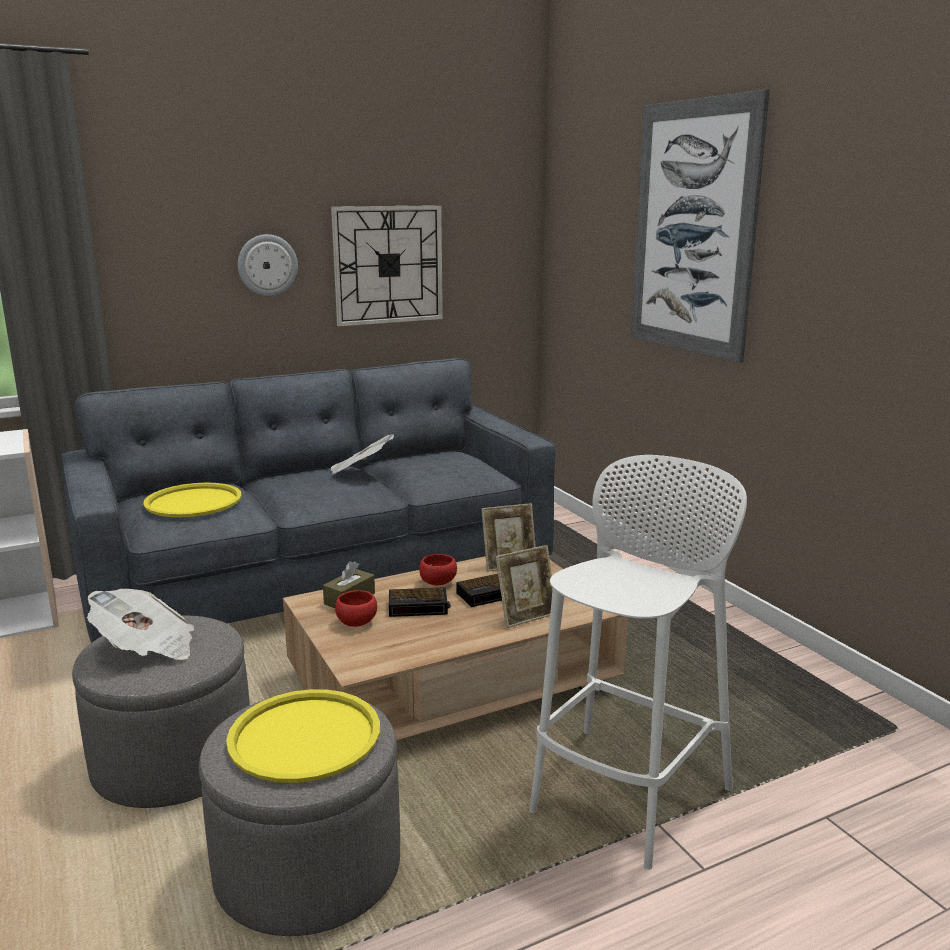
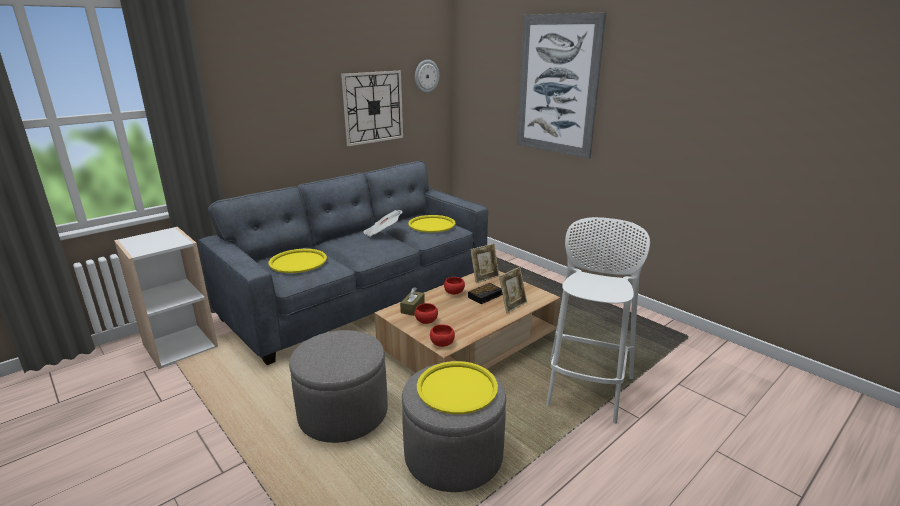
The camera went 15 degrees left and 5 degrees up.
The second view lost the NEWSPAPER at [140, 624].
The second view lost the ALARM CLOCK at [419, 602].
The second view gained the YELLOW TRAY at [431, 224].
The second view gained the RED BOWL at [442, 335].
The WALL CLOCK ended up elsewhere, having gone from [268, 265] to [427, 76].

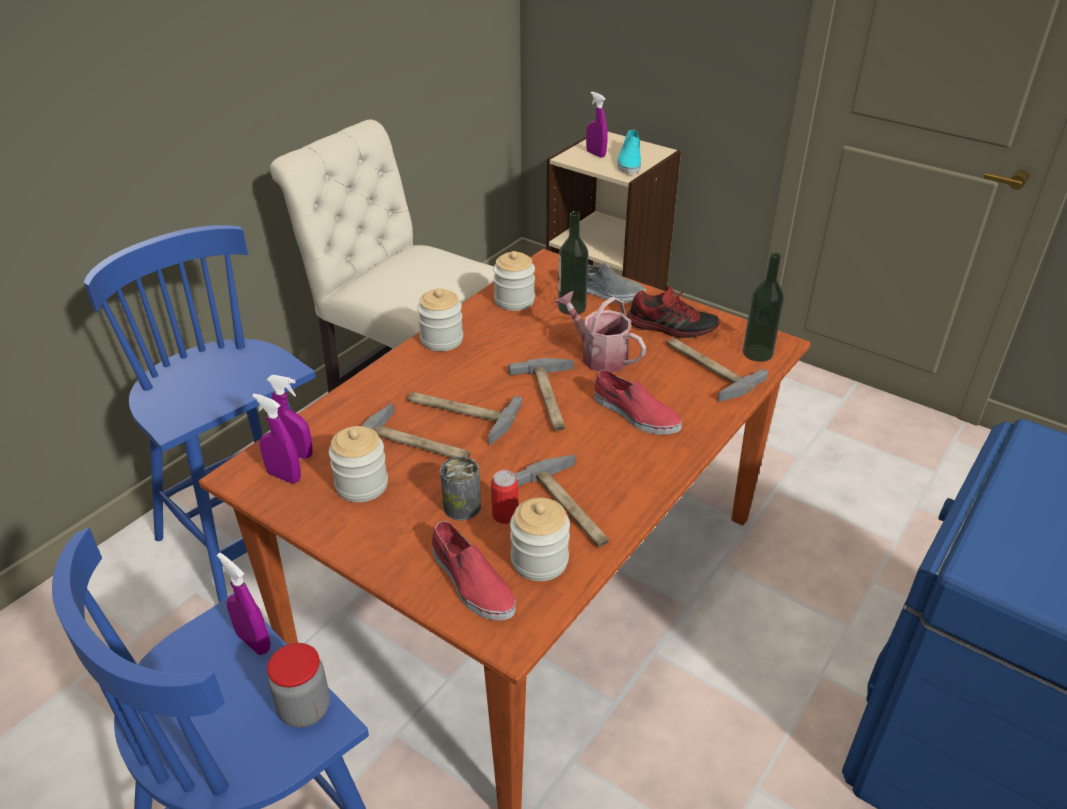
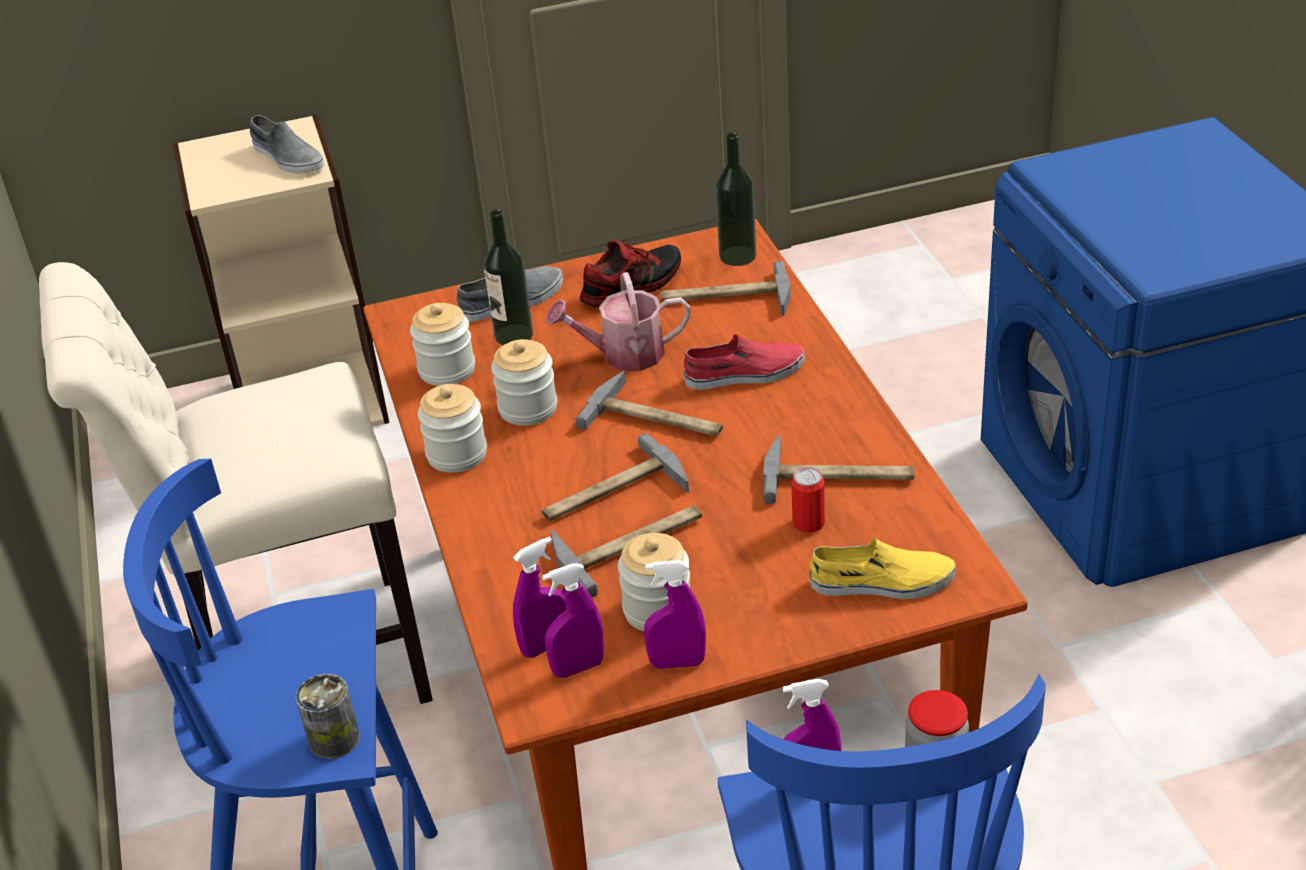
The camera went 50 degrees left and 0 degrees up.
The CAN ended up elsewhere, having gone from [460, 488] to [328, 716].
The JAR ended up elsewhere, having gone from [540, 539] to [524, 382].
The PURPLE SPRAY BOTTLE ended up elsewhere, having gone from [597, 125] to [675, 614].
What was the RED SHOE at [474, 570] turned into the YELLOW SHOE at [883, 568].
What was the TURQUOISE SHOE at [629, 152] turned into the GREY SHOE at [287, 144].

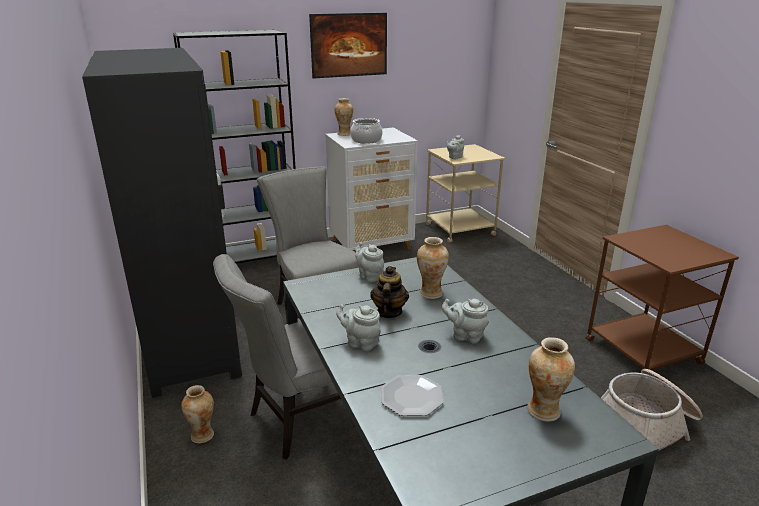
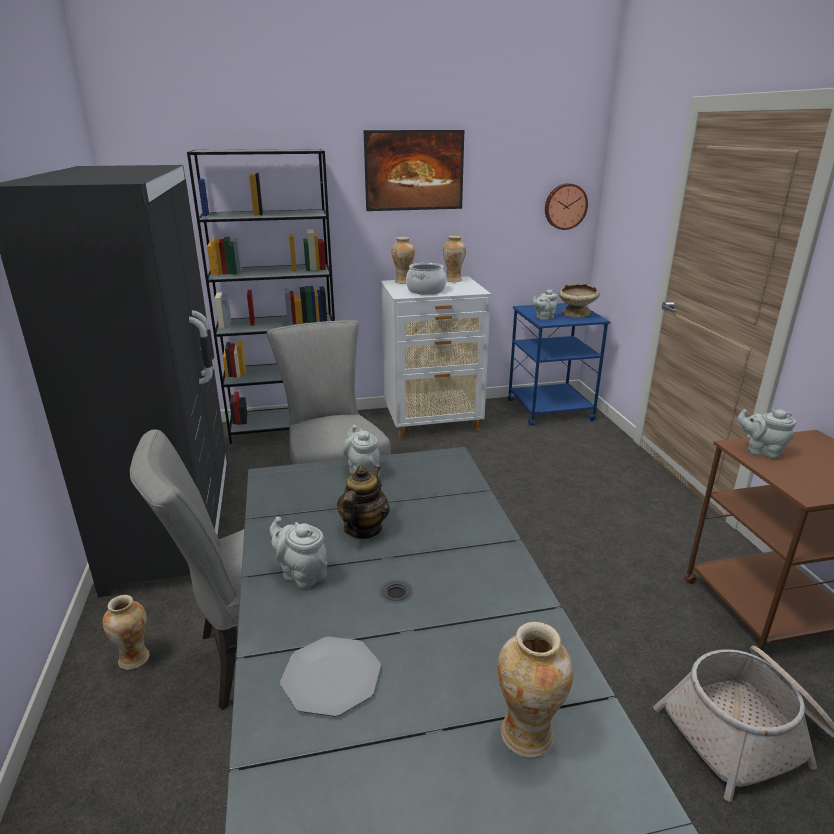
The camera went 10 degrees right and 0 degrees up.
The second view gained the WALL CLOCK at [566, 206].
The second view gained the BEIGE BOWL at [579, 301].
The VASE ended up elsewhere, having gone from [433, 268] to [454, 259].
The GREY TEAPOT ended up elsewhere, having gone from [465, 321] to [766, 434].
What was the BEIGE CART at [465, 193] turned into the BLUE CART at [558, 364].

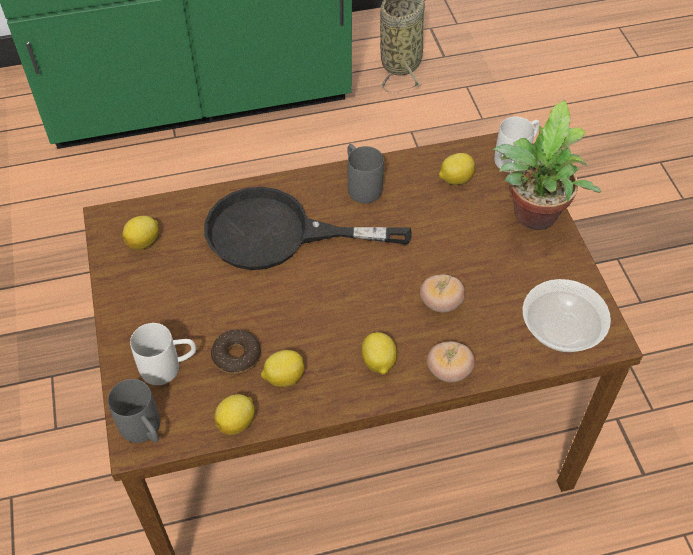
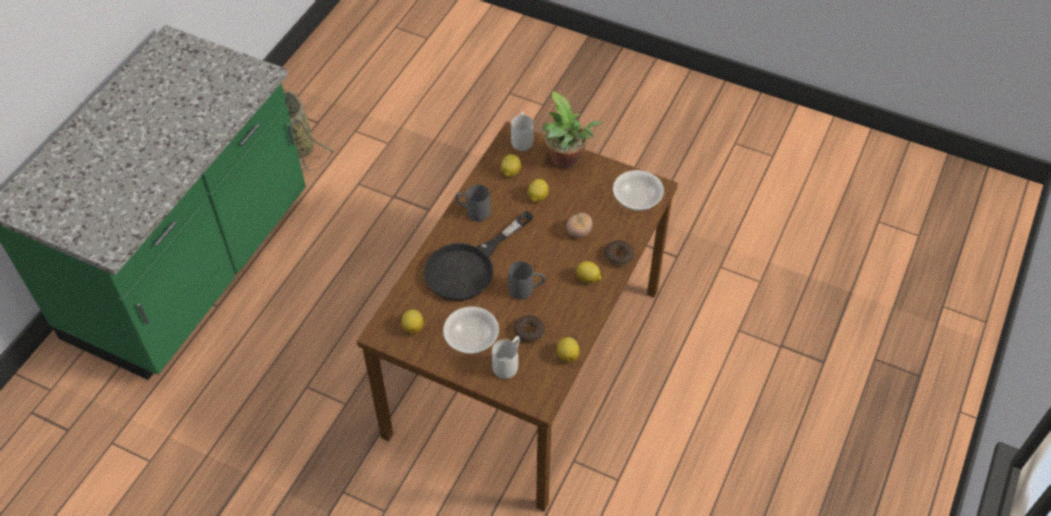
The camera went 50 degrees left and 0 degrees up.
The second view gained the BOWL at [471, 330].
The GREY MUG ended up elsewhere, having gone from [134, 411] to [526, 280].
The LEMON ended up elsewhere, having gone from [283, 368] to [538, 190].
Where the TOMATO stood at [451, 361], the DONUT came to stand at [619, 253].

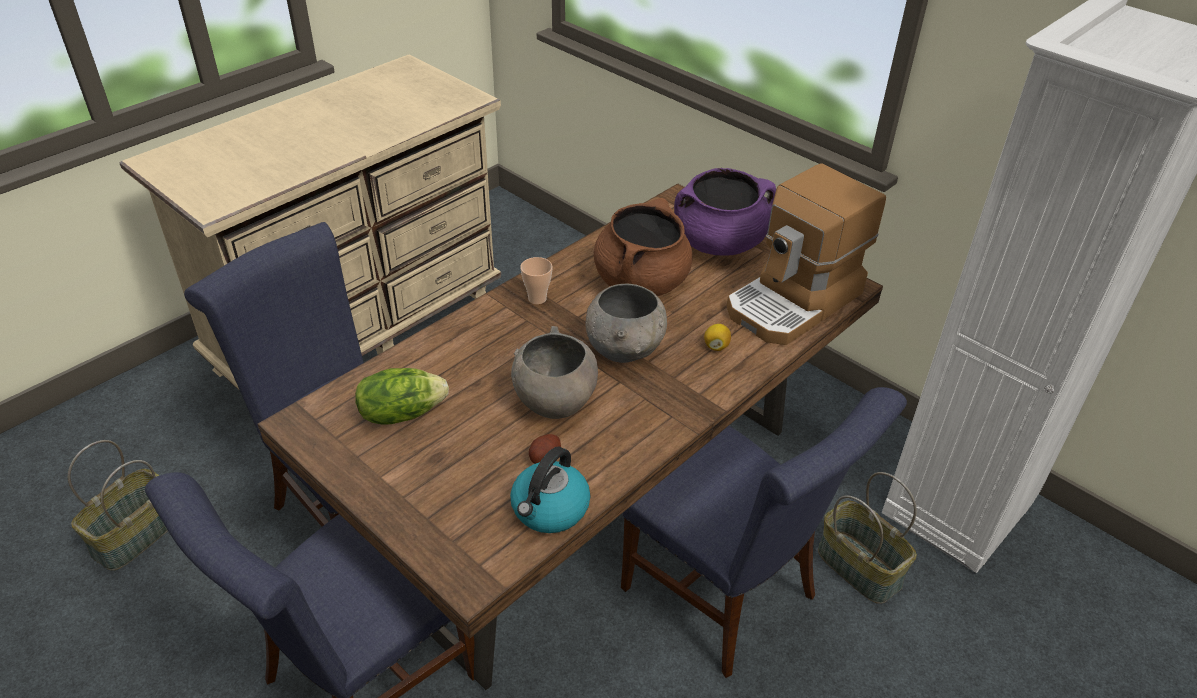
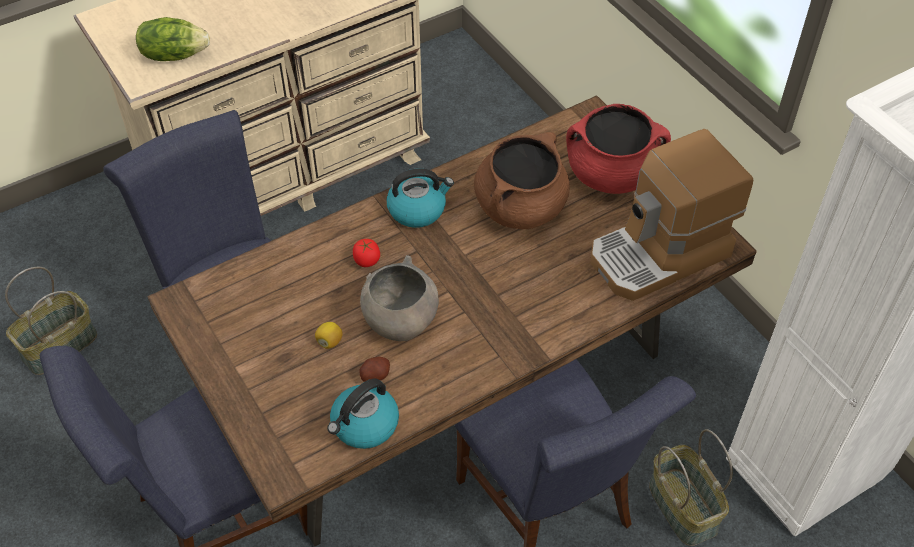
The camera went 15 degrees right and 10 degrees up.
The second view lost the GREY BOWL at [626, 323].
The second view gained the TOMATO at [366, 253].
The LETTUCE ended up elsewhere, having gone from [402, 396] to [173, 39].
The LEMON ended up elsewhere, having gone from [717, 337] to [329, 335].
Where the CUP stood at [536, 280], the KETTLE came to stand at [420, 198].
What was the PURPLE COOKING POT at [725, 212] turned into the RED COOKING POT at [618, 149].

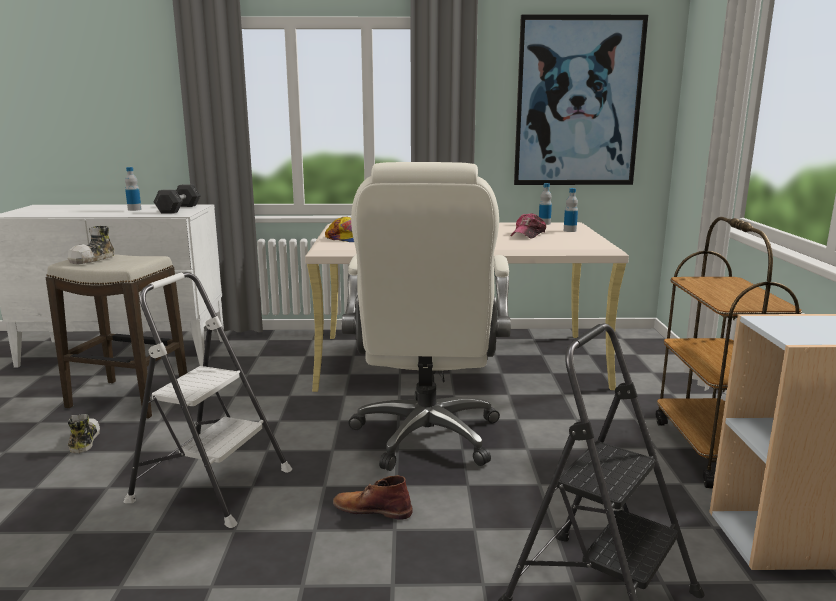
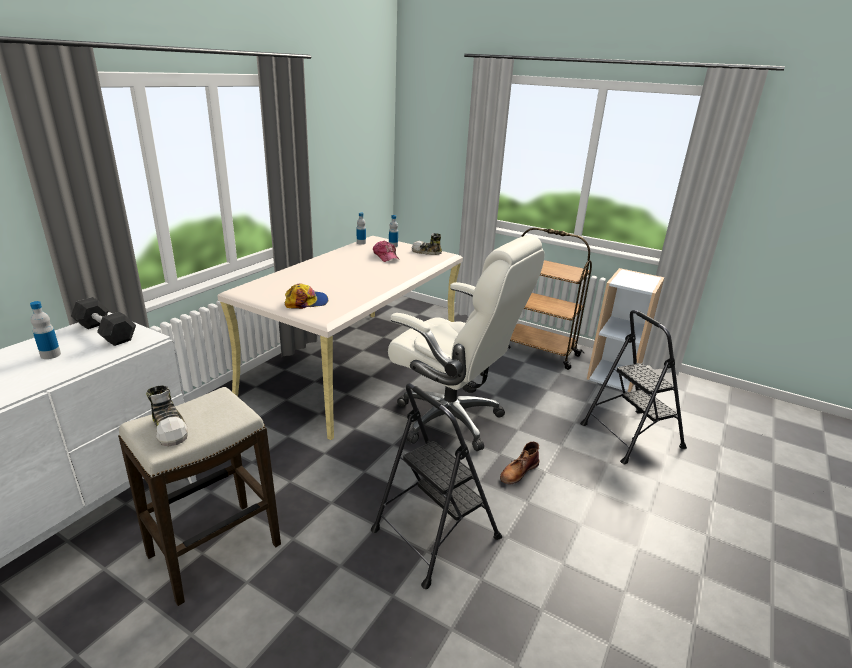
The camera went 60 degrees left and 10 degrees up.
The second view lost the PICTURE at [581, 99].
The SHOE ended up elsewhere, having gone from [84, 433] to [427, 244].
What was the WHITE STEP LADDER at [207, 400] turned into the BLACK STEP LADDER at [436, 486].

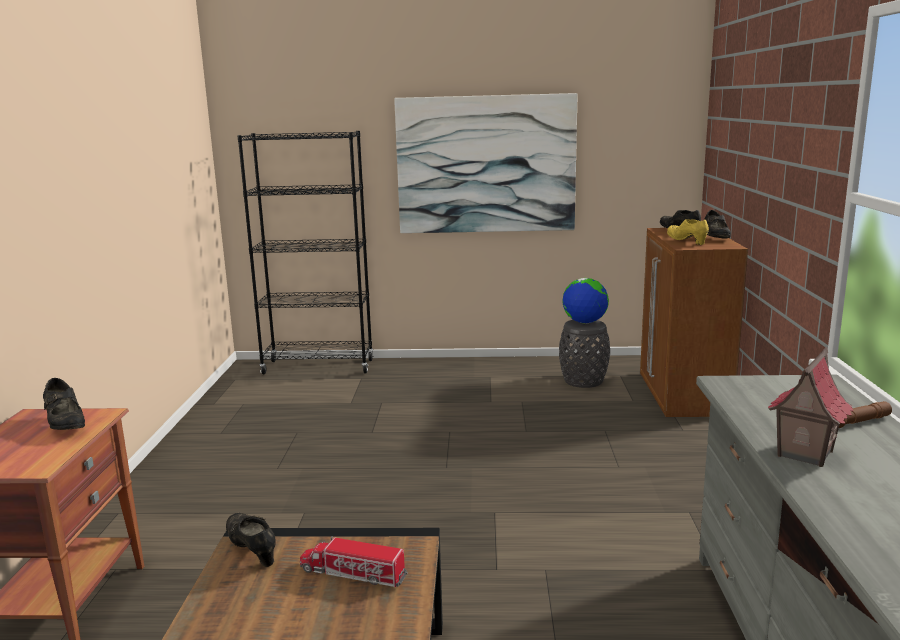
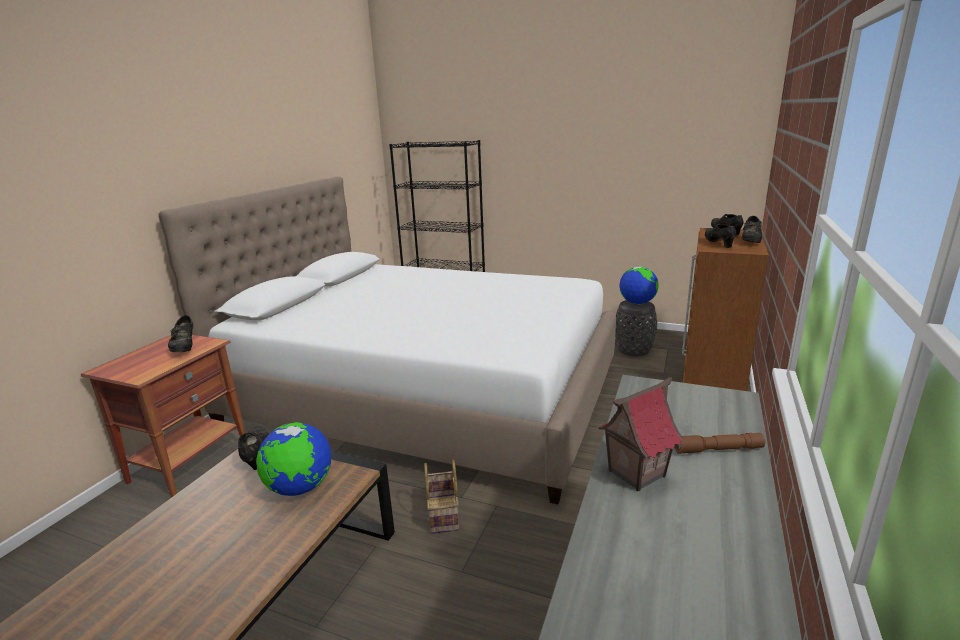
The camera went 20 degrees right and 5 degrees up.
The second view lost the PICTURE at [485, 163].
The second view gained the WHITE BED at [387, 340].
The second view gained the BASKET at [441, 497].
Where the TOY TRUCK stood at [354, 561], the GLOBE came to stand at [293, 459].
What was the YELLOW SHOE at [688, 232] turned into the BLACK SHOE at [720, 236].

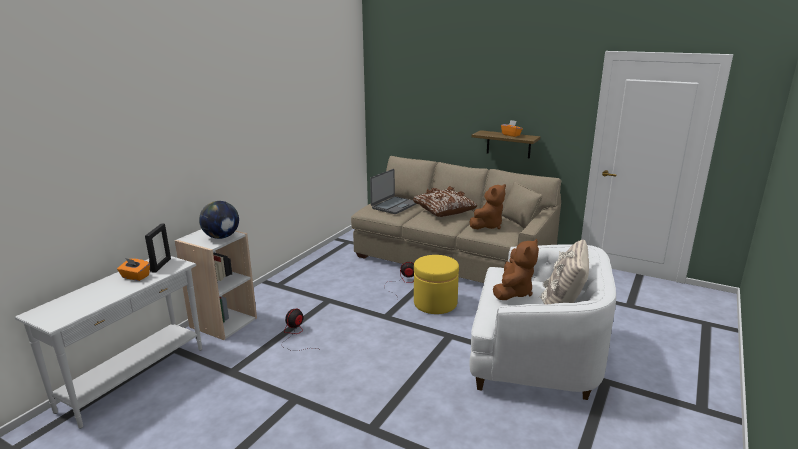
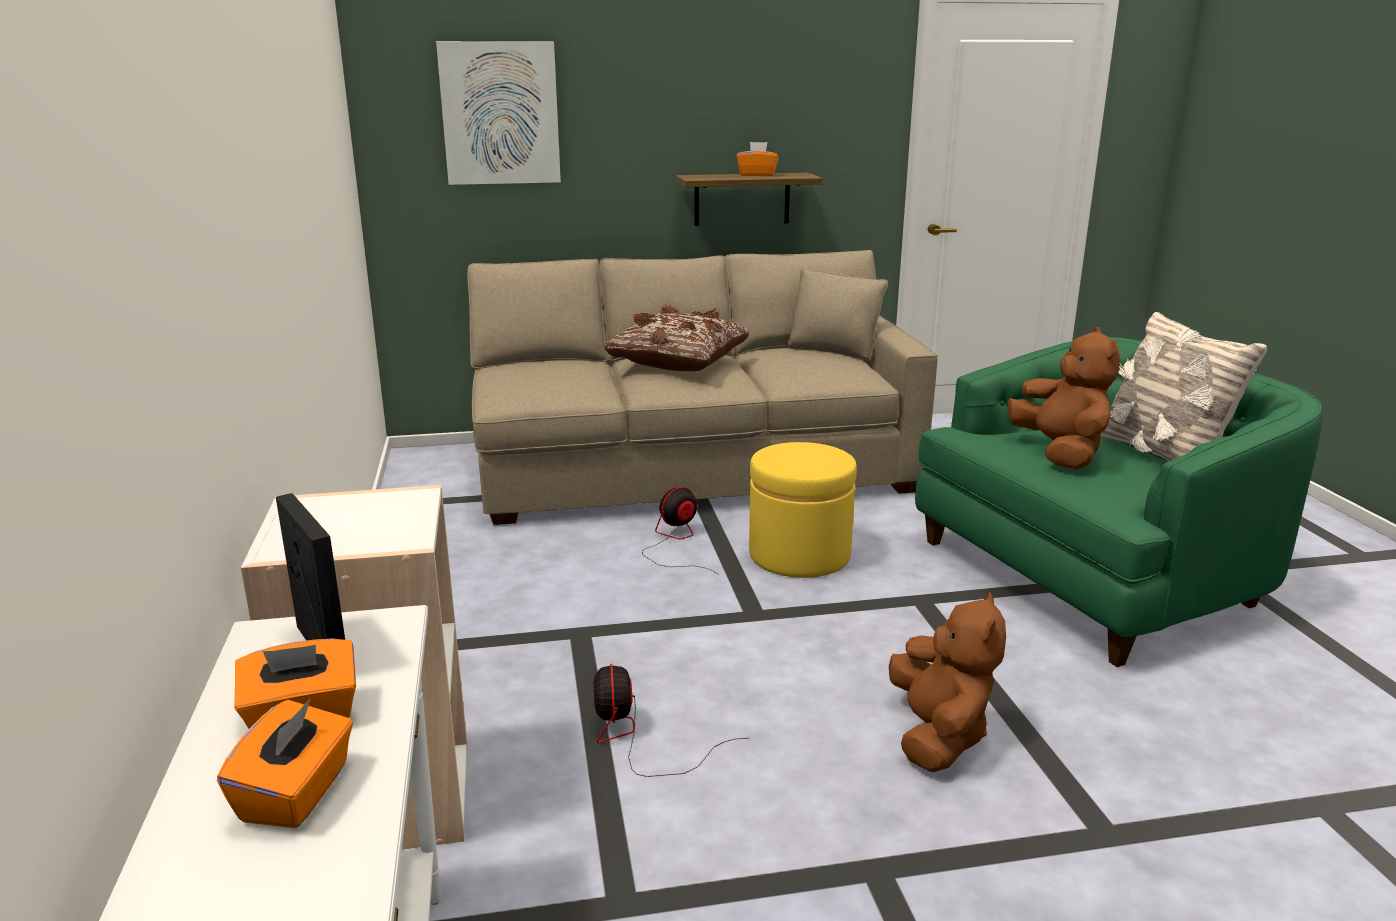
The camera went 40 degrees left and 0 degrees up.
The second view lost the GLOBE at [219, 220].
The second view lost the LAPTOP at [393, 191].
The second view gained the ORANGE TISSUE BOX at [285, 763].
The second view gained the PICTURE at [498, 113].
The BROWN PLUSH TOY ended up elsewhere, having gone from [487, 206] to [947, 682].
What was the WHITE ARMCHAIR at [542, 322] turned into the GREEN ARMCHAIR at [1118, 502].

